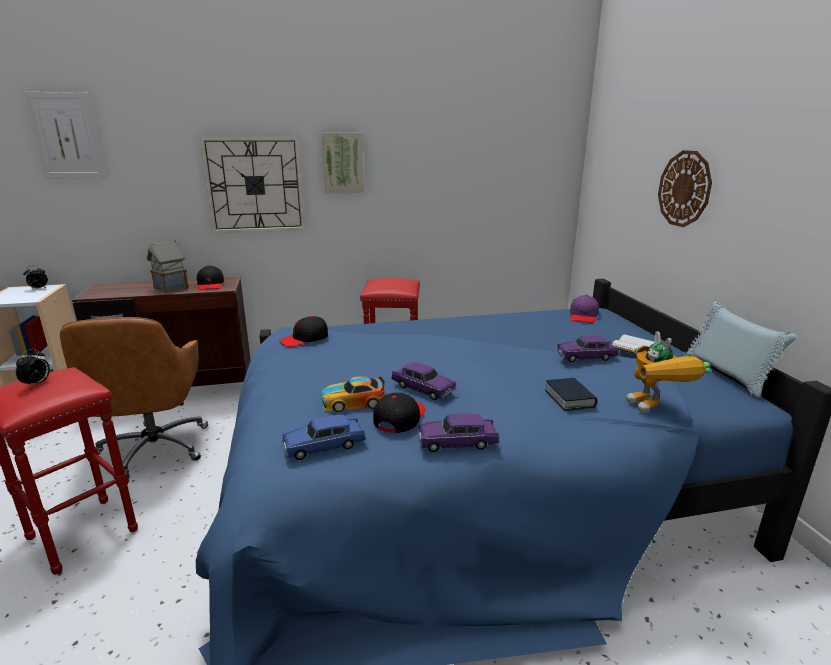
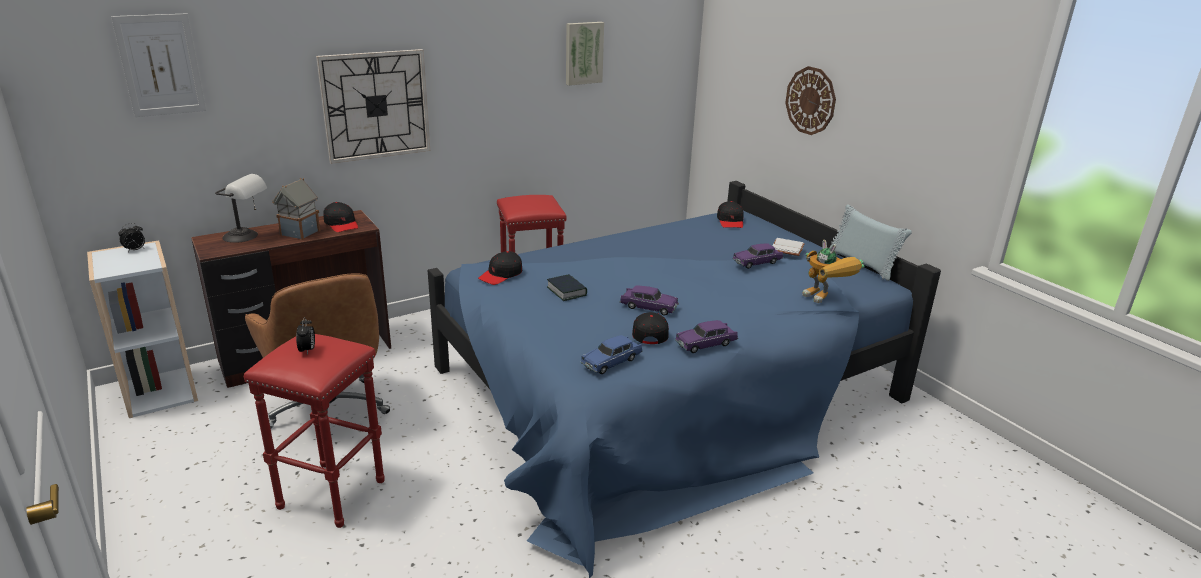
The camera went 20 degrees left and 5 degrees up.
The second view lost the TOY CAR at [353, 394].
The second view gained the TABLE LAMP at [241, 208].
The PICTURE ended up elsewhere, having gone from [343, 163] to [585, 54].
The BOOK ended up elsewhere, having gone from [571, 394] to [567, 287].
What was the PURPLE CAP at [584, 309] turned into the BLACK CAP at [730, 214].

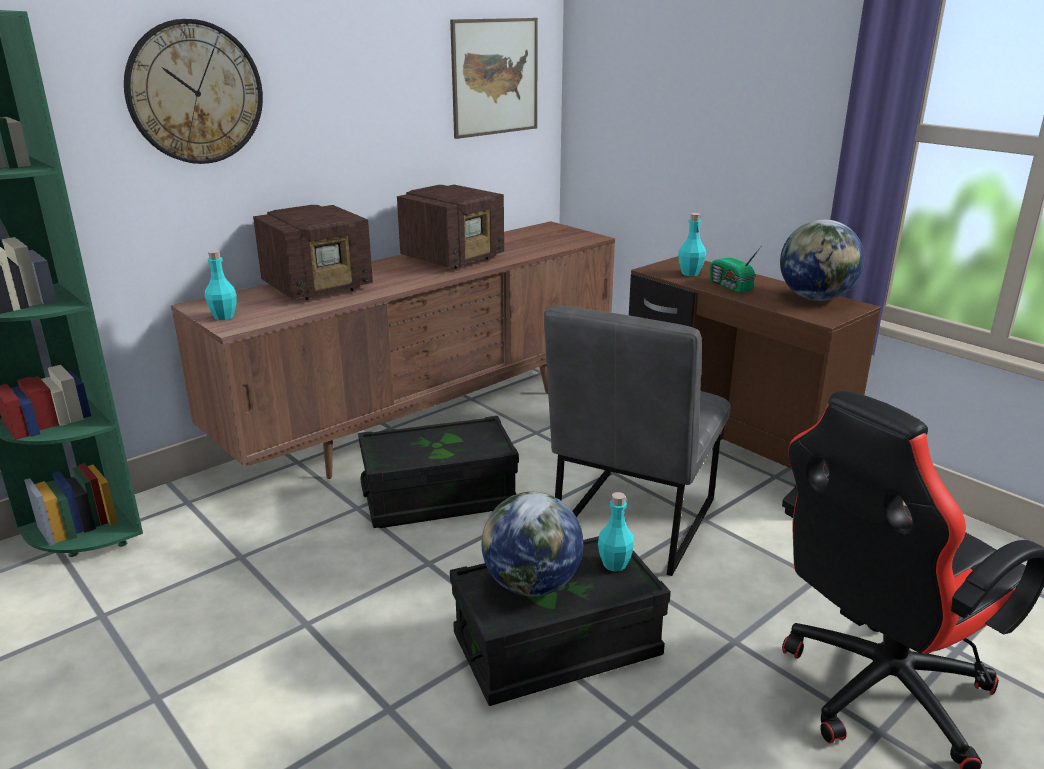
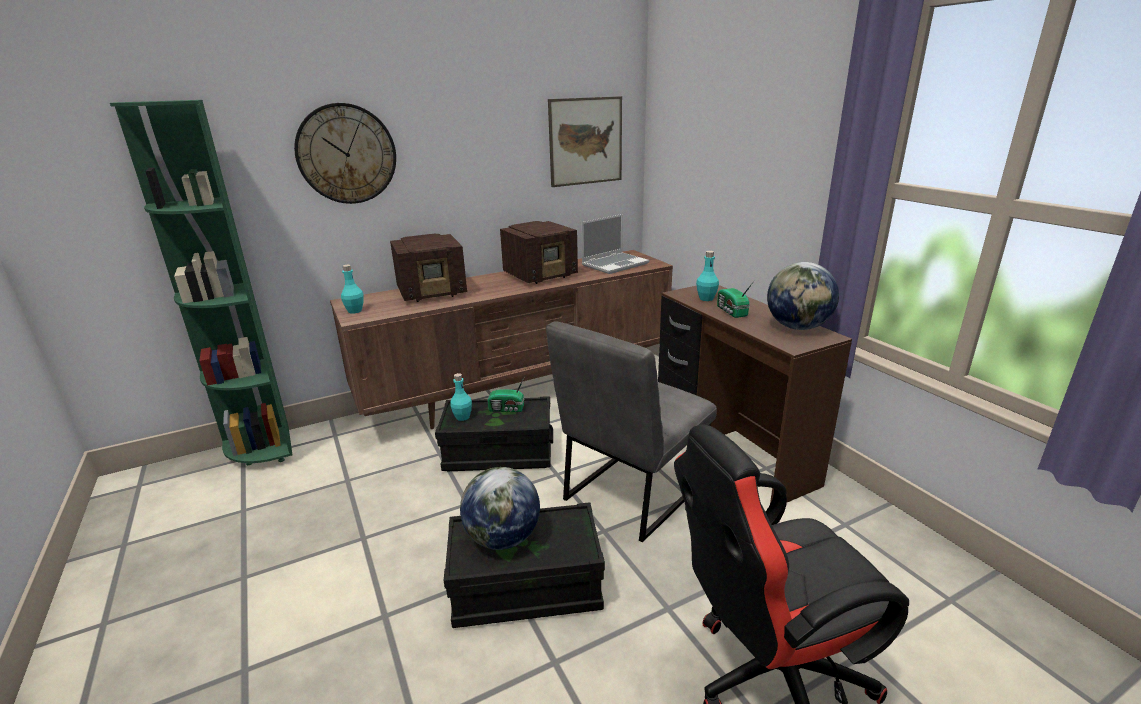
The camera went 15 degrees right and 0 degrees up.
The second view gained the RADIO at [506, 394].
The second view gained the LAPTOP at [615, 244].
The TURQUOISE BOTTLE ended up elsewhere, having gone from [616, 532] to [461, 397].

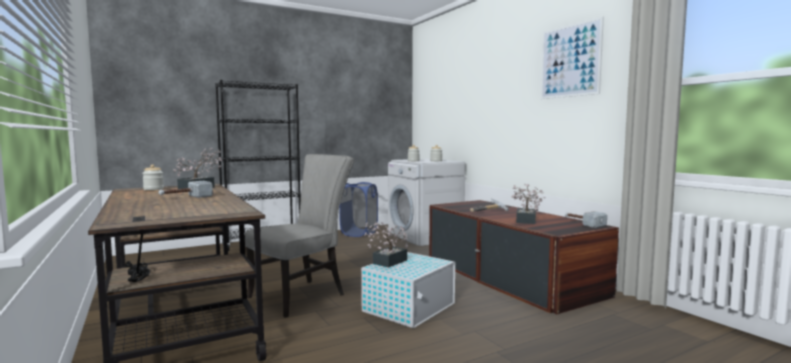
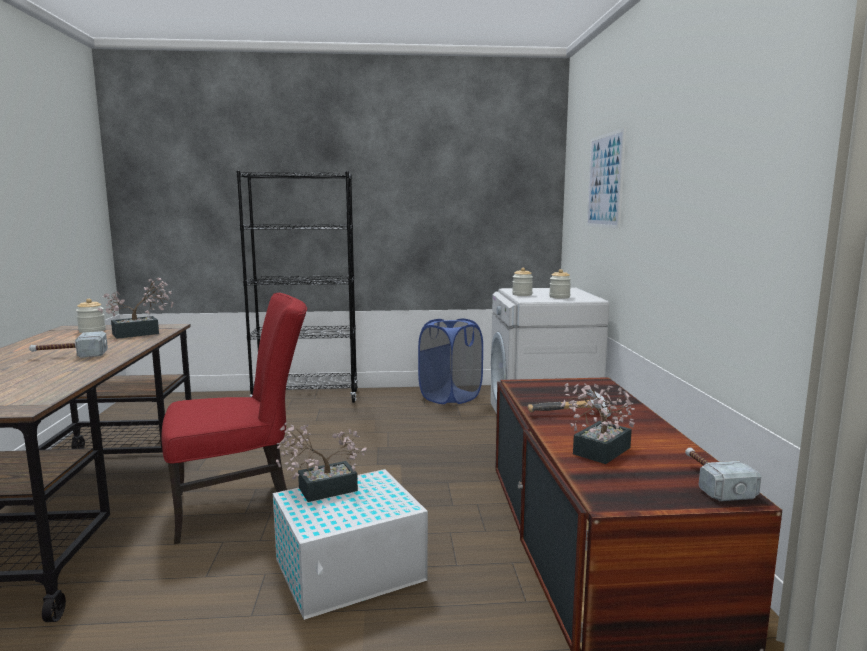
The camera went 25 degrees right and 5 degrees up.
The PICTURE ended up elsewhere, having gone from [572, 58] to [606, 178].
What was the GREY CHAIR at [300, 236] turned into the RED CHAIR at [234, 418].

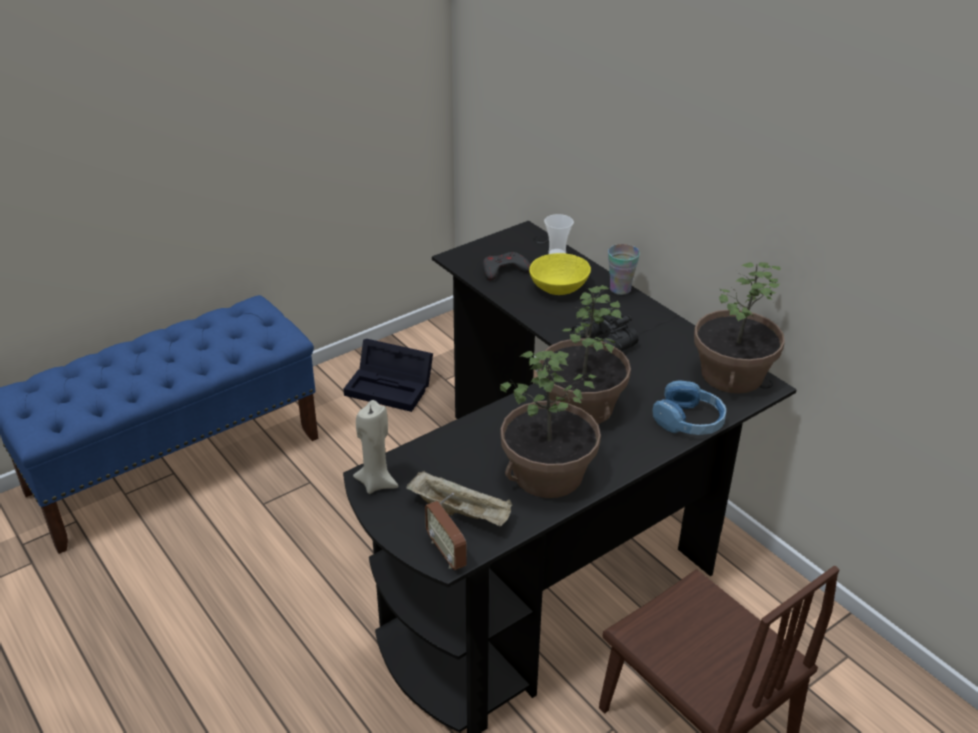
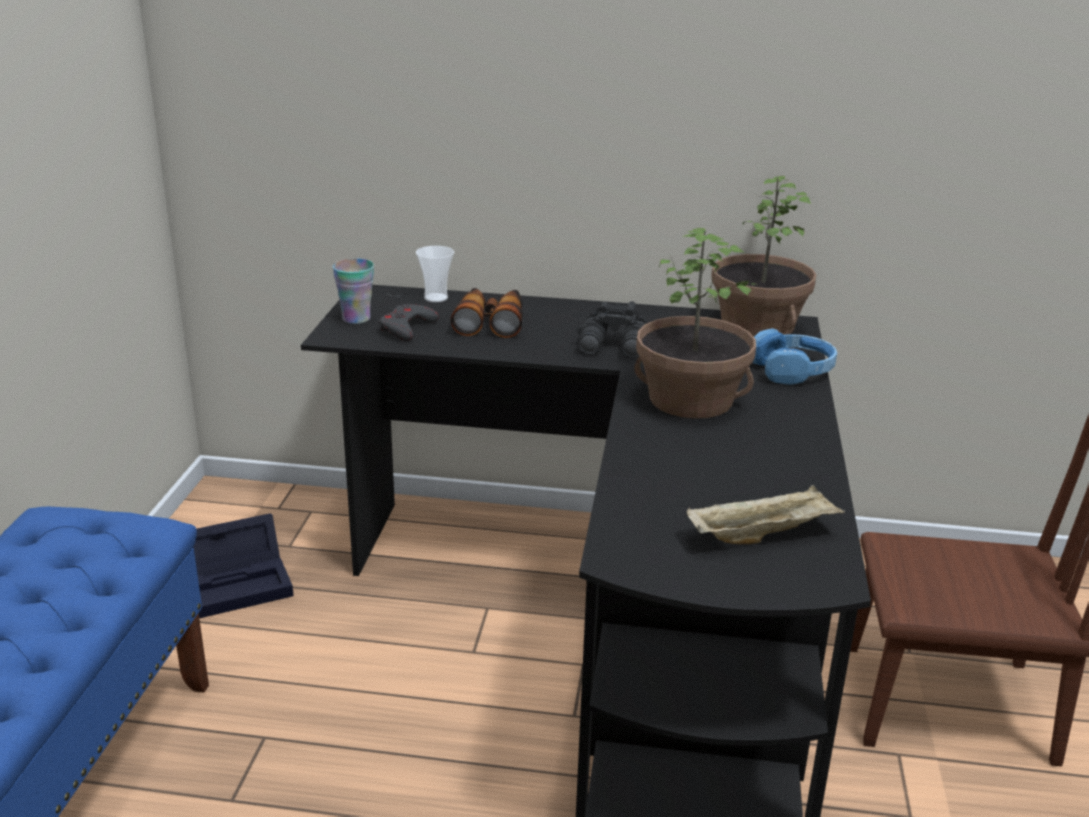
The camera went 45 degrees left and 10 degrees down.
The second view lost the BEIGE CANDLE at [375, 447].
The second view lost the RADIO at [446, 531].
The second view lost the POTTED PLANT at [550, 424].
The CUP ended up elsewhere, having gone from [624, 269] to [353, 291].
Where the YELLOW BOWL stood at [560, 274], the BINOCULARS came to stand at [486, 313].

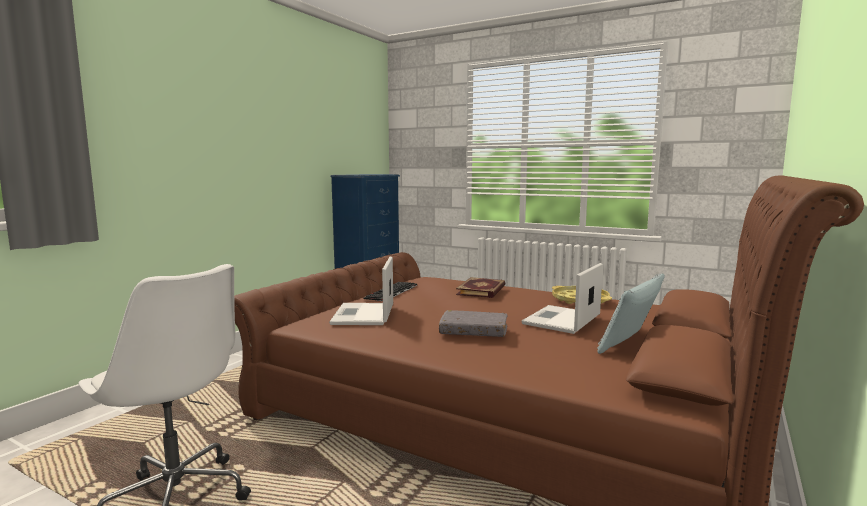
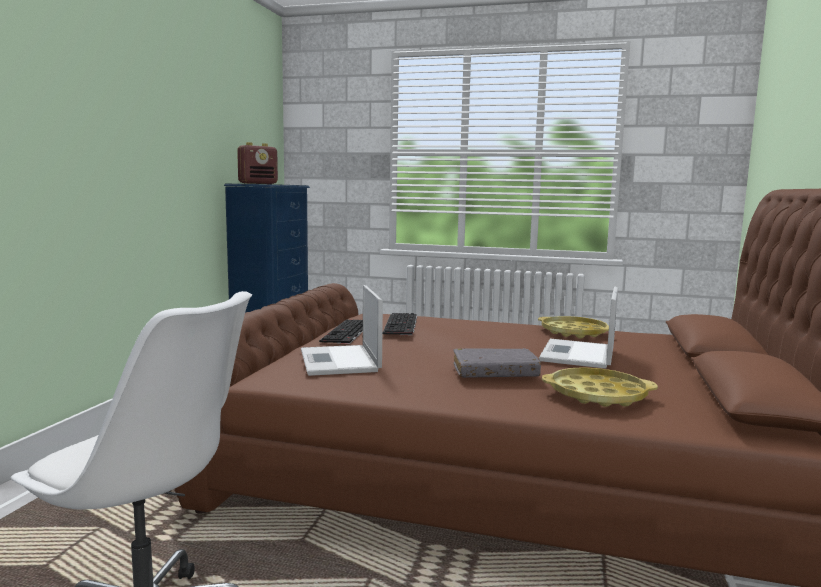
The camera went 15 degrees left and 0 degrees up.
The second view lost the BOOK at [481, 287].
The second view lost the BLUE PILLOW at [631, 314].
The second view gained the RADIO at [257, 163].
The second view gained the KEYBOARD at [400, 324].
The second view gained the YELLOW TRAY at [600, 387].

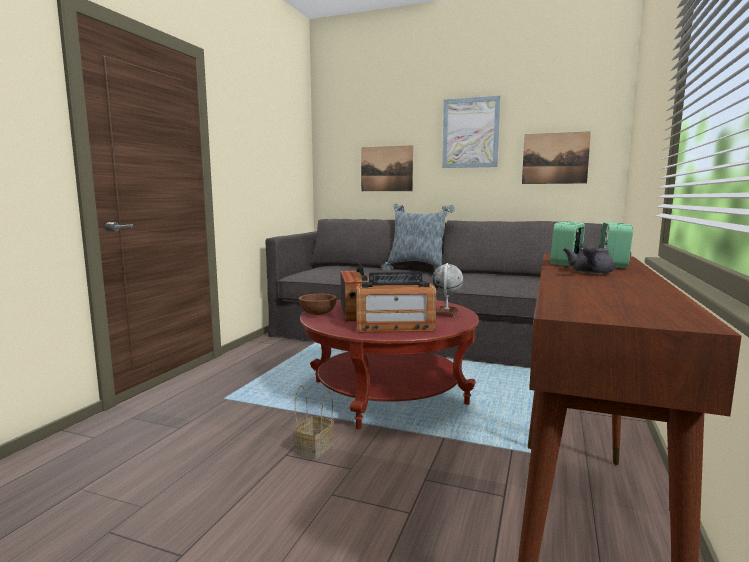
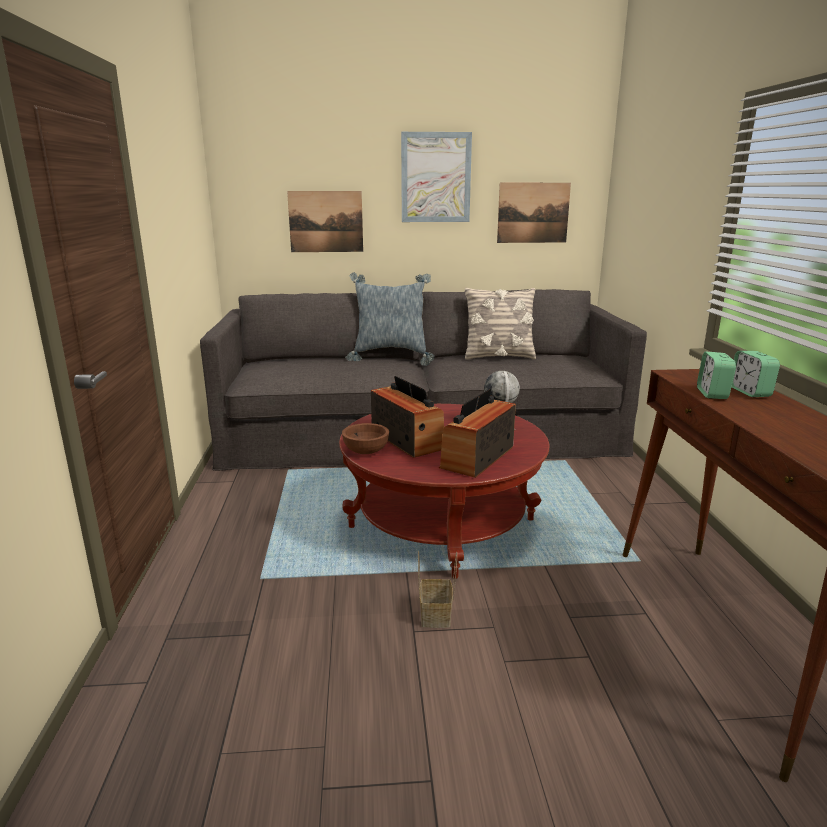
The camera went 25 degrees left and 10 degrees up.
The second view lost the GREY TEAPOT at [589, 259].
The second view gained the BEIGE PILLOW at [500, 324].
The RADIO at [396, 302] ended up facing another way, 150 degrees clockwise from before.

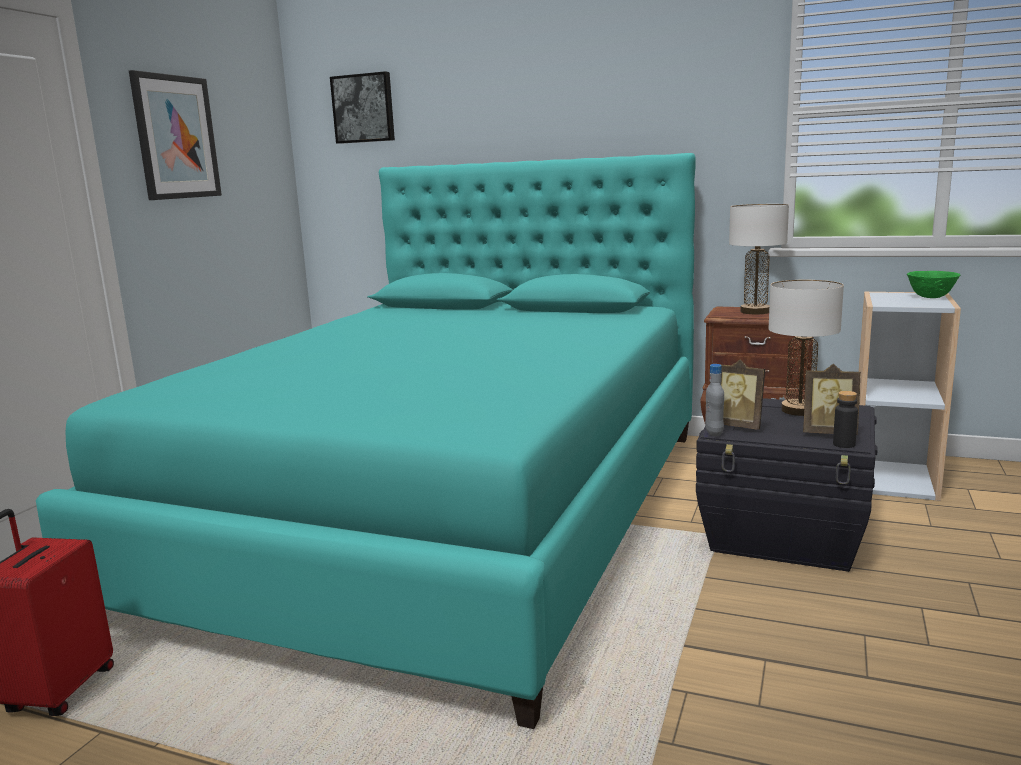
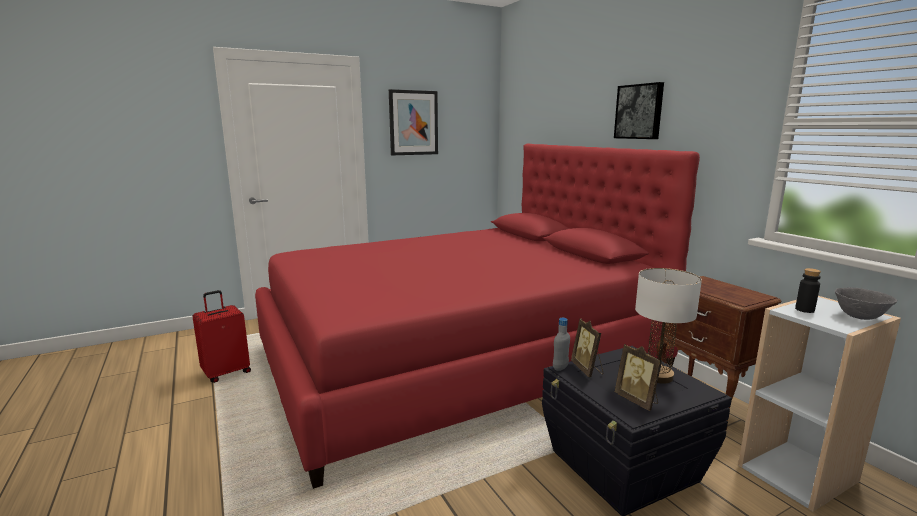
The camera went 40 degrees right and 0 degrees up.
The second view lost the TABLE LAMP at [759, 259].
The PICTURE ended up elsewhere, having gone from [362, 107] to [639, 110].
The BLACK BOTTLE ended up elsewhere, having gone from [845, 419] to [808, 290].
What was the TURQUOISE BED at [365, 441] turned into the RED BED at [477, 316].
What was the GREEN BOWL at [933, 284] turned into the GREY BOWL at [866, 303].

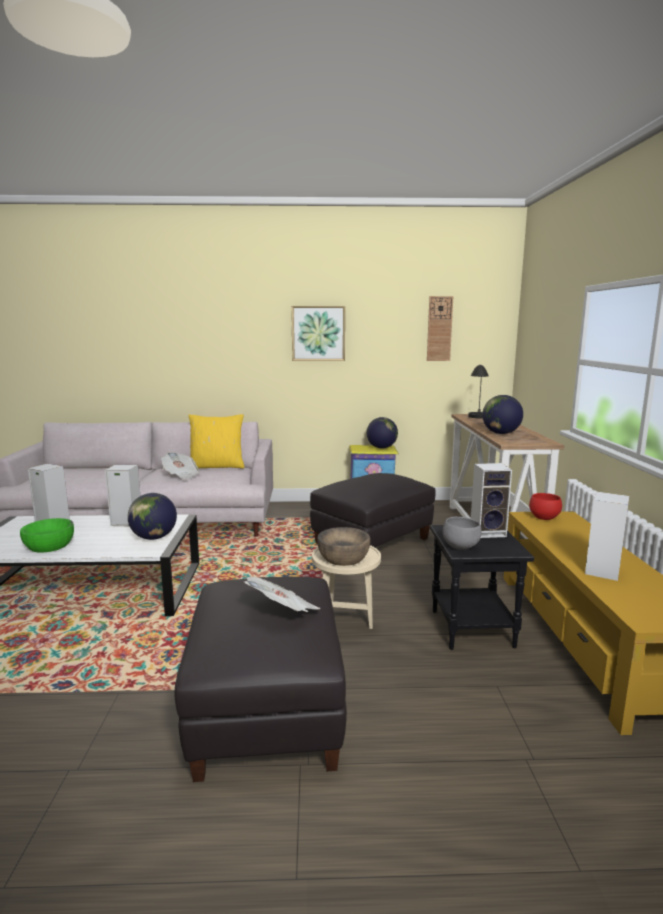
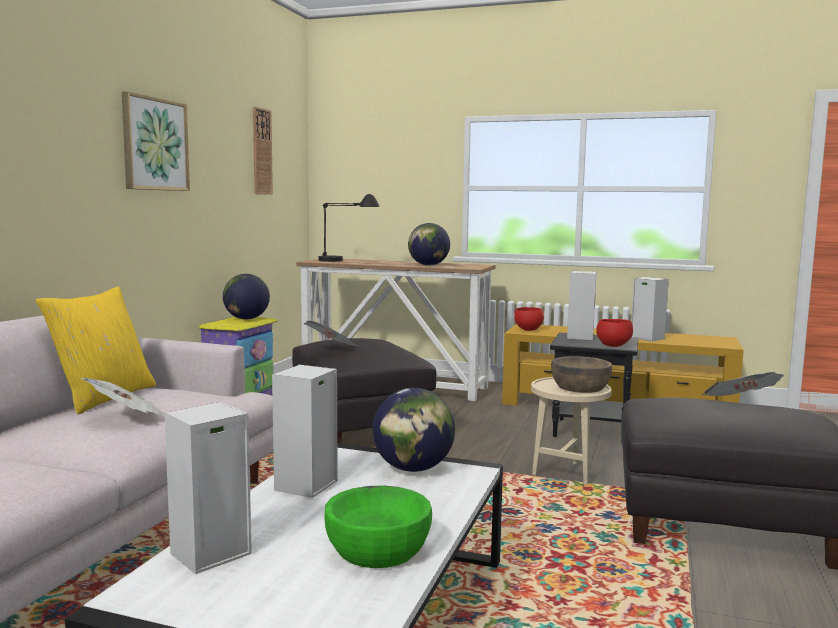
The camera went 70 degrees left and 5 degrees down.
The second view gained the NEWSPAPER at [331, 333].
What was the GREY BOWL at [462, 533] turned into the RED BOWL at [614, 333].

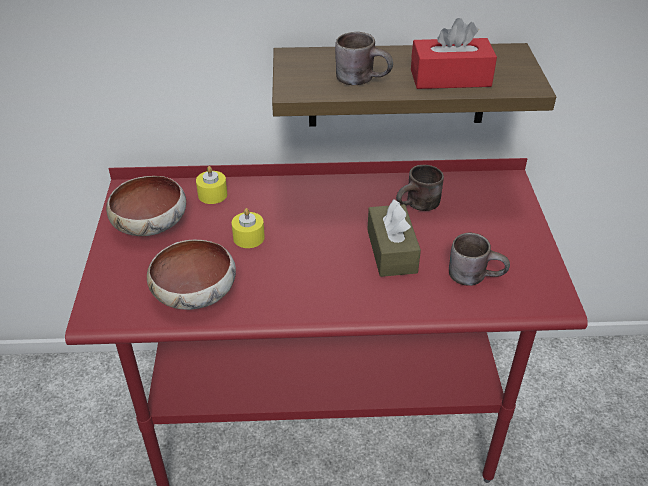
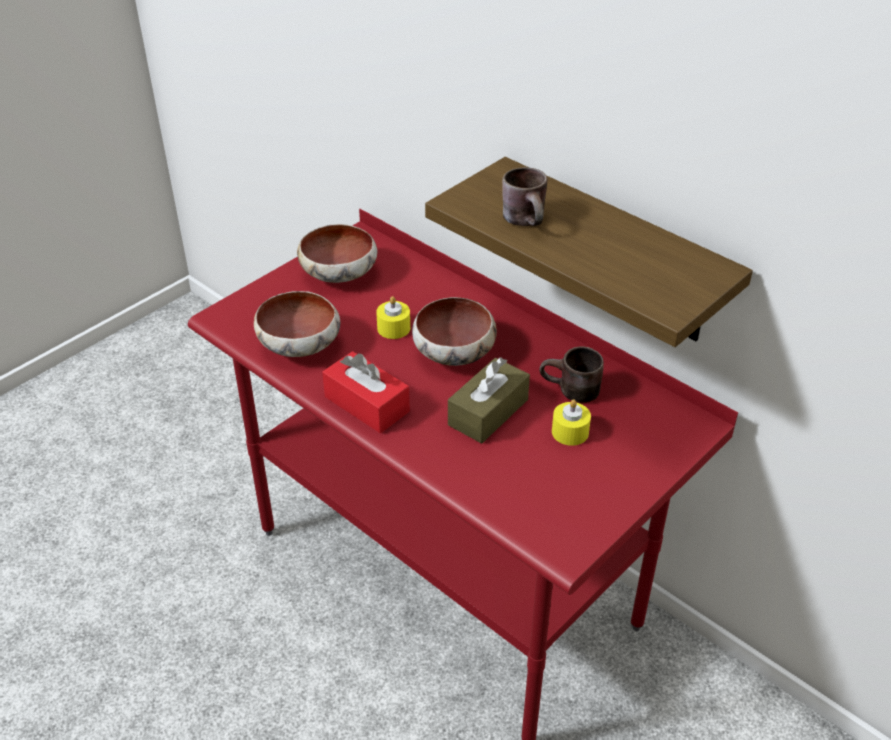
The camera went 45 degrees right and 0 degrees up.
The second view lost the BROWN MUG at [479, 259].
The second view gained the BOWL at [454, 331].
The YELLOW CANDLE ended up elsewhere, having gone from [211, 185] to [571, 422].
The RED TISSUE BOX ended up elsewhere, having gone from [454, 53] to [366, 392].

